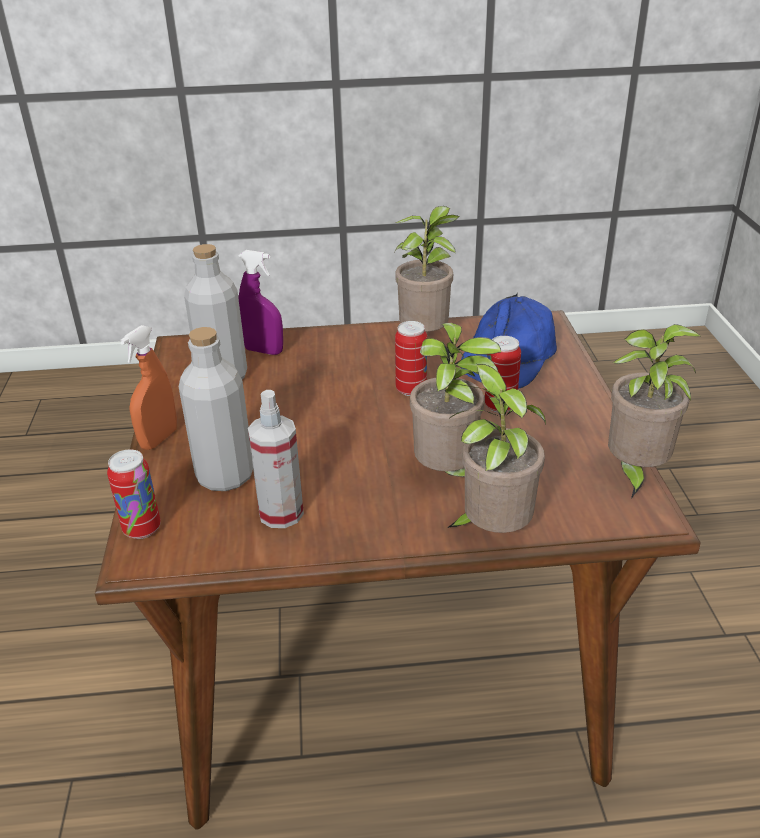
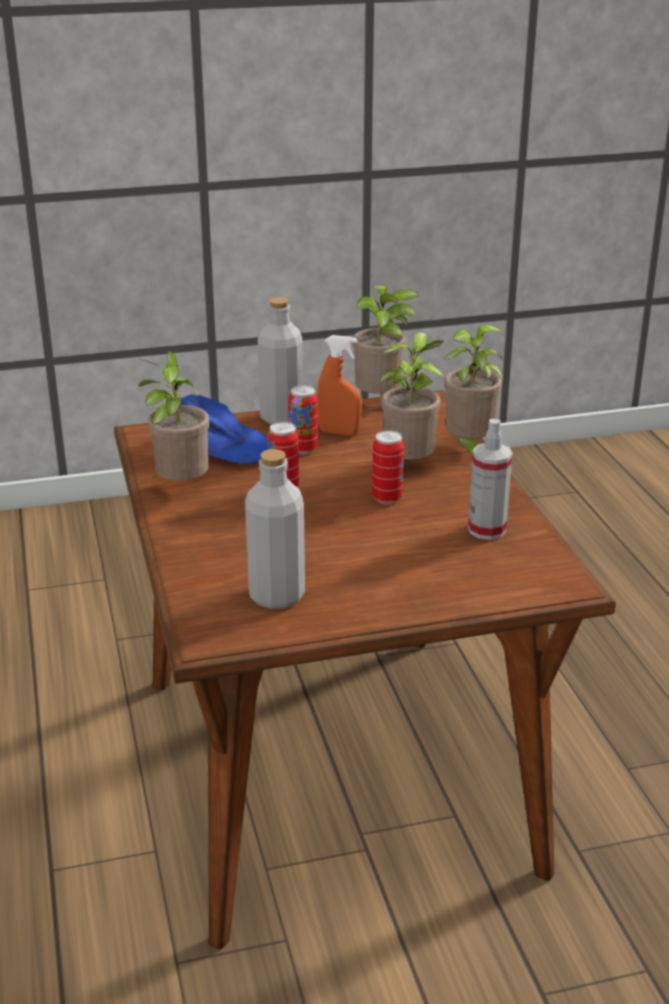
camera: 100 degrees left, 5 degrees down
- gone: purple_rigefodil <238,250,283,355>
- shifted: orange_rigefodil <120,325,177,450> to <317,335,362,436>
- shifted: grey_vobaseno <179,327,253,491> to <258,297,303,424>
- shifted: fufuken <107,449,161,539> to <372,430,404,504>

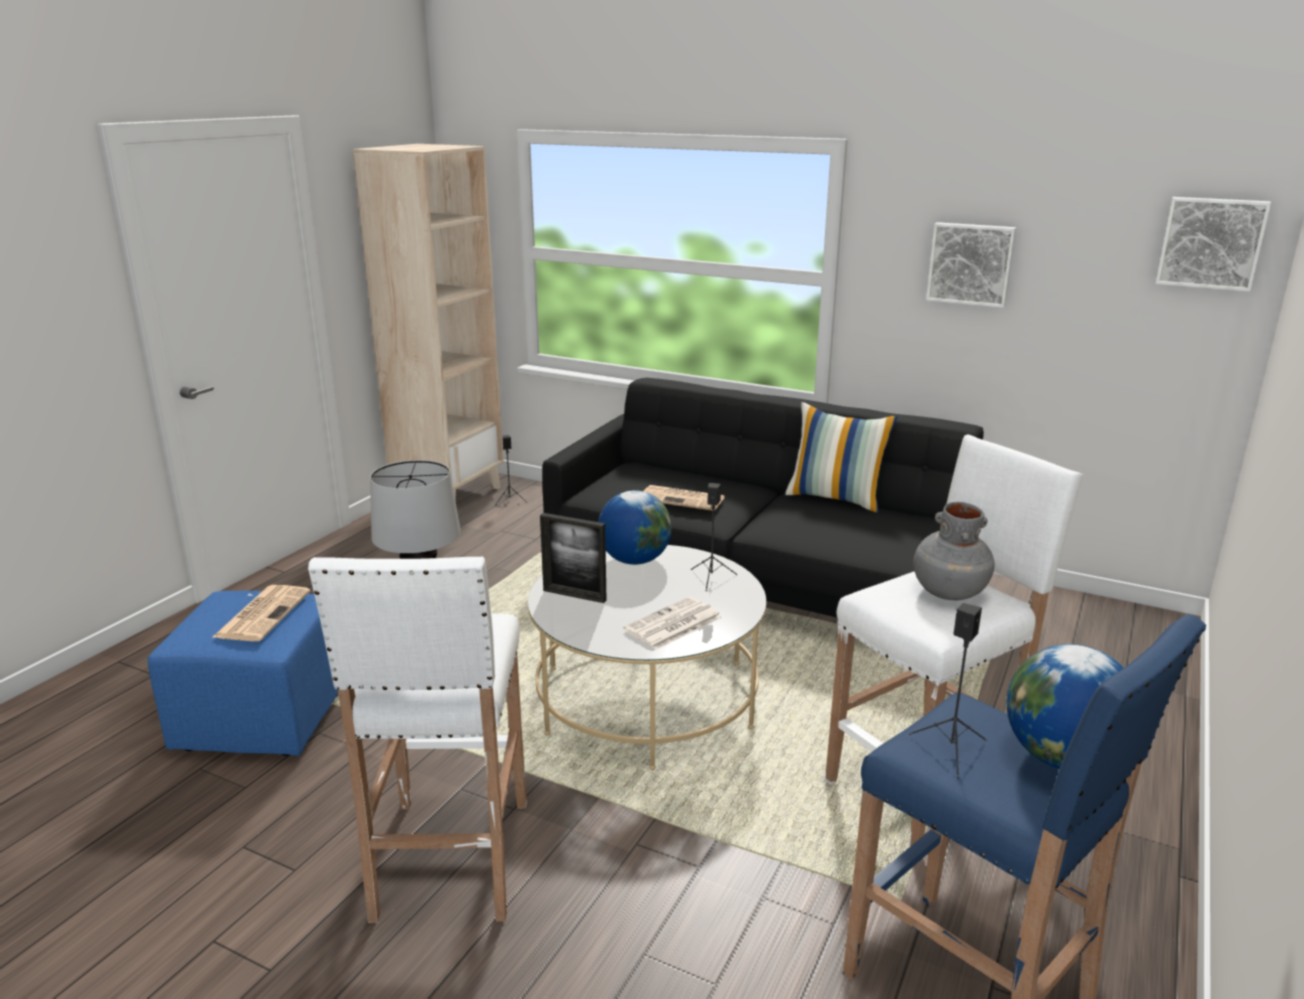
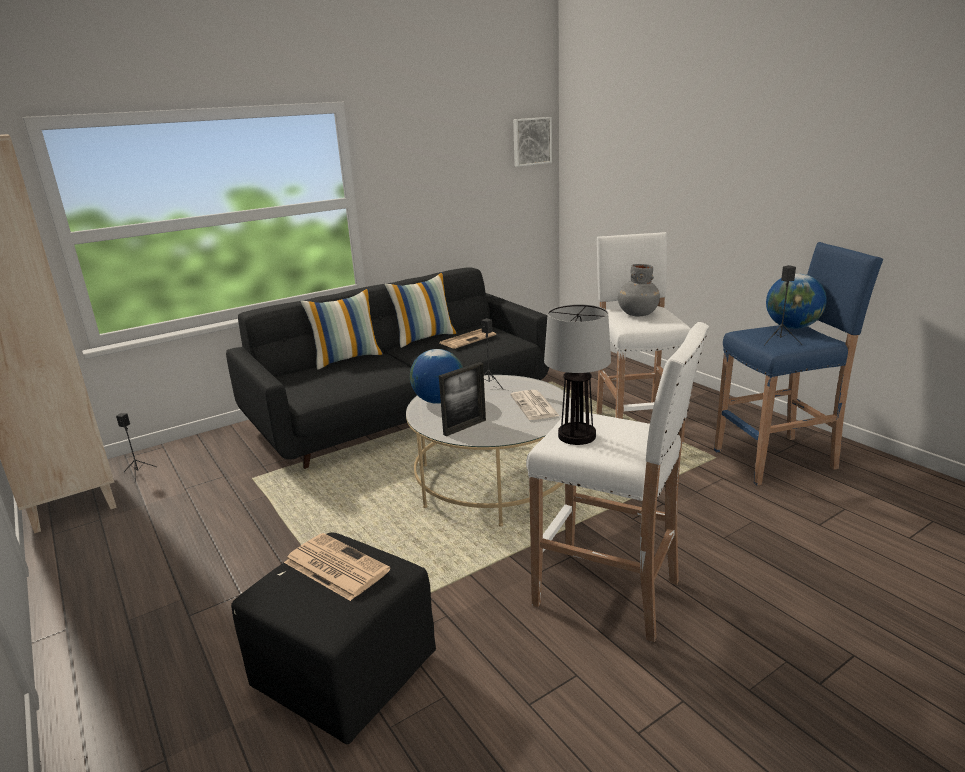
camera: 60 degrees left, 0 degrees up
- gone: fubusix <926,222,1016,308>
- shifted: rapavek <643,485,725,511> to <440,328,496,349>
- repainted: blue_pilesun <148,591,338,756> to black_pilesun <231,532,436,744>
- new: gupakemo <301,289,383,370>

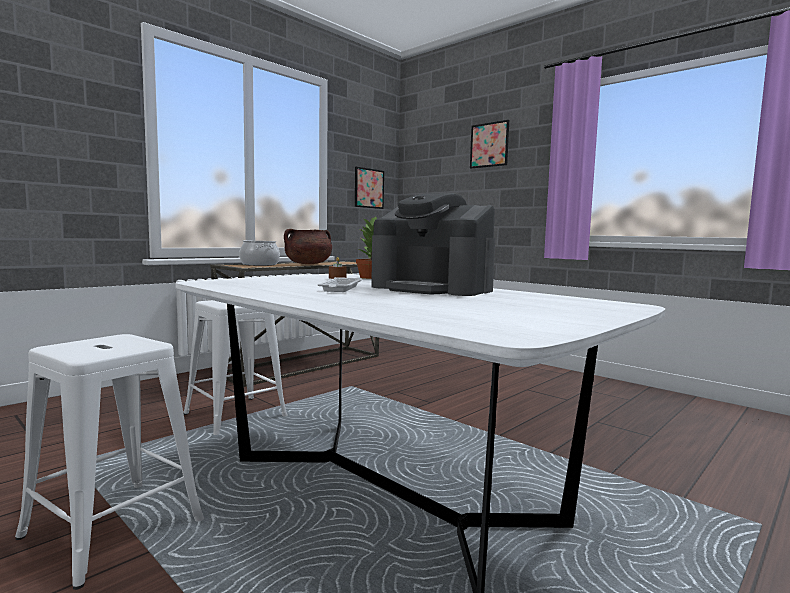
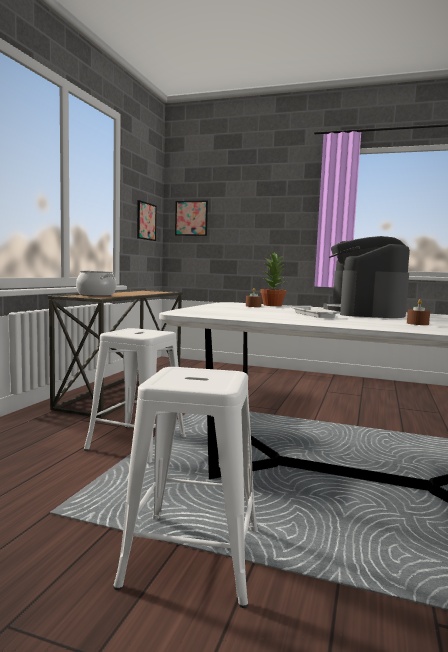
camera: 25 degrees left, 0 degrees up
- shifted: fubusix <470,120,509,168> to <175,201,208,236>
- rotated: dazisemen <371,193,495,296> = <323,236,410,318> 90 degrees clockwise
- gone: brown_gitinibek <284,229,332,264>
- new: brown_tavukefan <407,299,430,325>

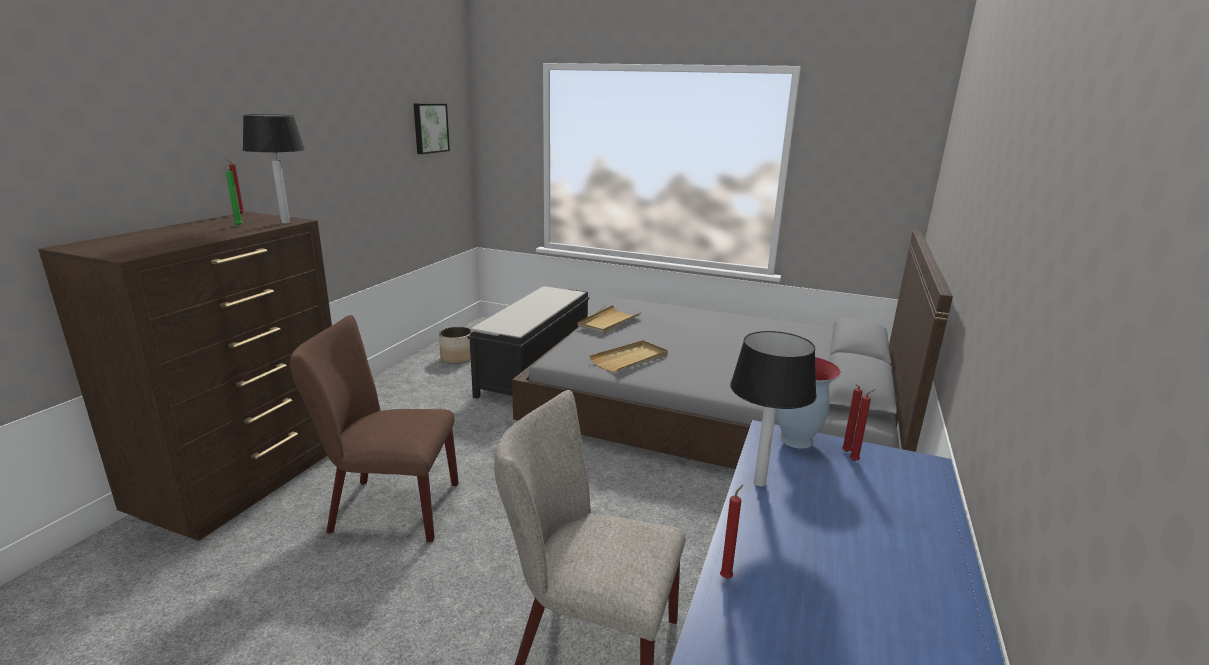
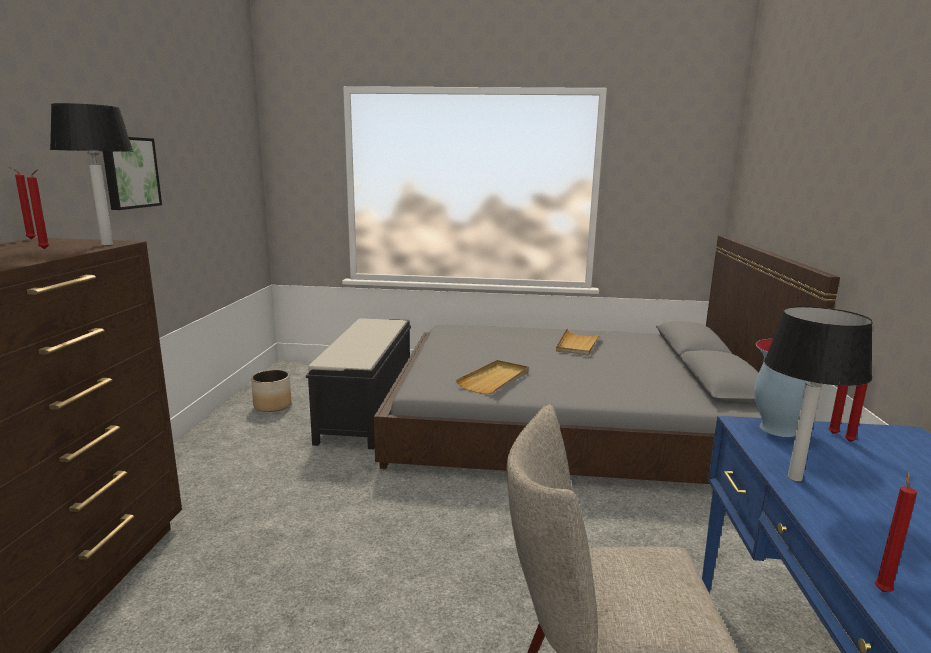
camera: 15 degrees left, 5 degrees down
- shifted: fubusix <413,103,450,154> to <103,137,162,210>
- repainted: green_tavukefan <226,166,242,225> to red_tavukefan <27,169,50,249>
- shifted: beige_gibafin <578,305,641,334> to <556,329,602,356>
- gone: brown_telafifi <290,315,459,542>

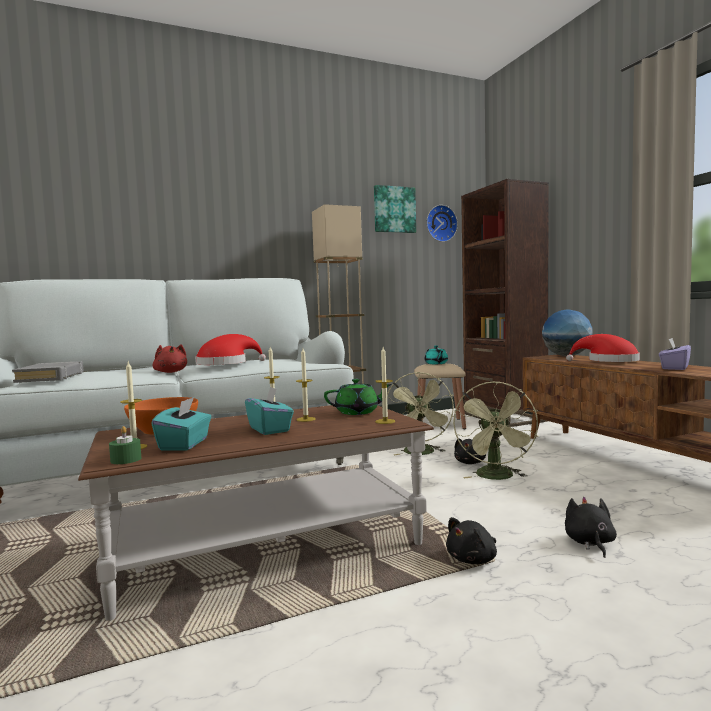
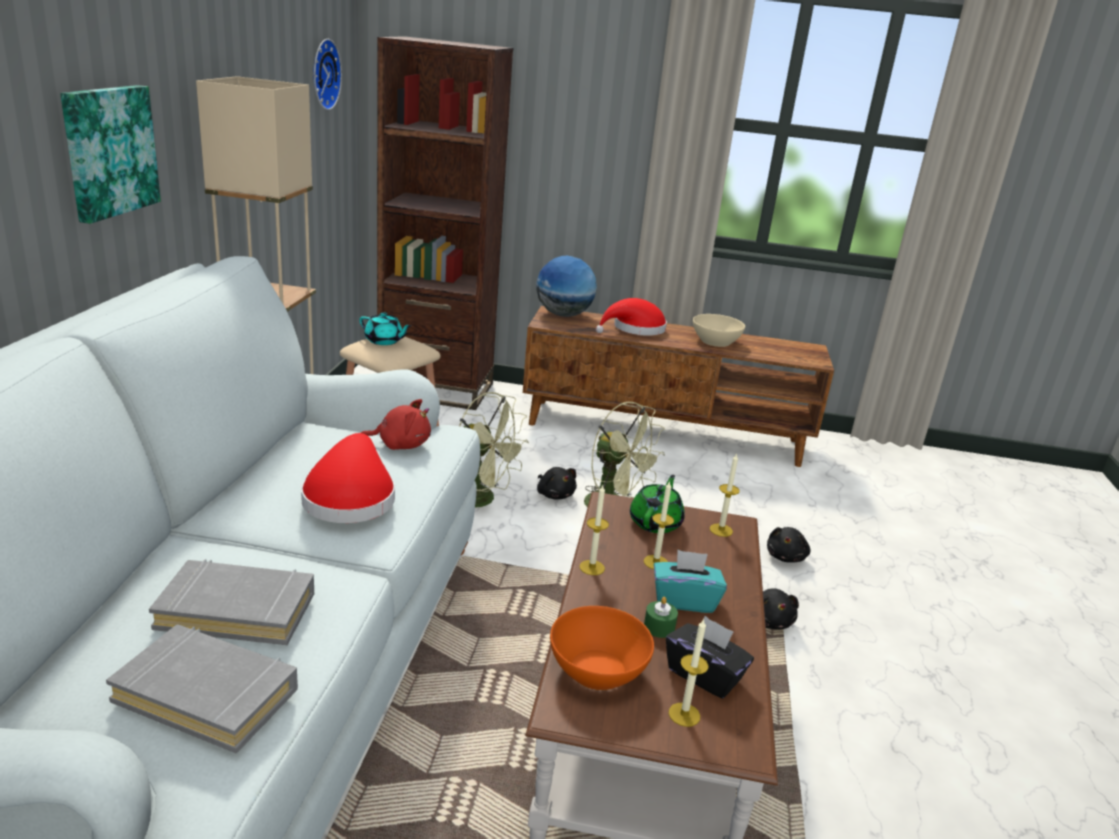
camera: 60 degrees left, 20 degrees up
- shifted: fubusix <374,185,416,233> to <60,85,161,224>
- swapped: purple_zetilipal <659,338,691,370> to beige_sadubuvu <693,314,745,347>
- shifted: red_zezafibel <152,344,187,373> to <360,399,431,450>
- repainted: turquoise_zetilipal <151,397,211,451> to black_zetilipal <666,616,754,698>
- shifted: green_tavukefan <109,426,141,464> to <644,597,678,638>
- rotated: black_zezafibel <565,497,617,558> = <767,527,811,563> 105 degrees counterclockwise
- new: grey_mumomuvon <149,559,314,645>

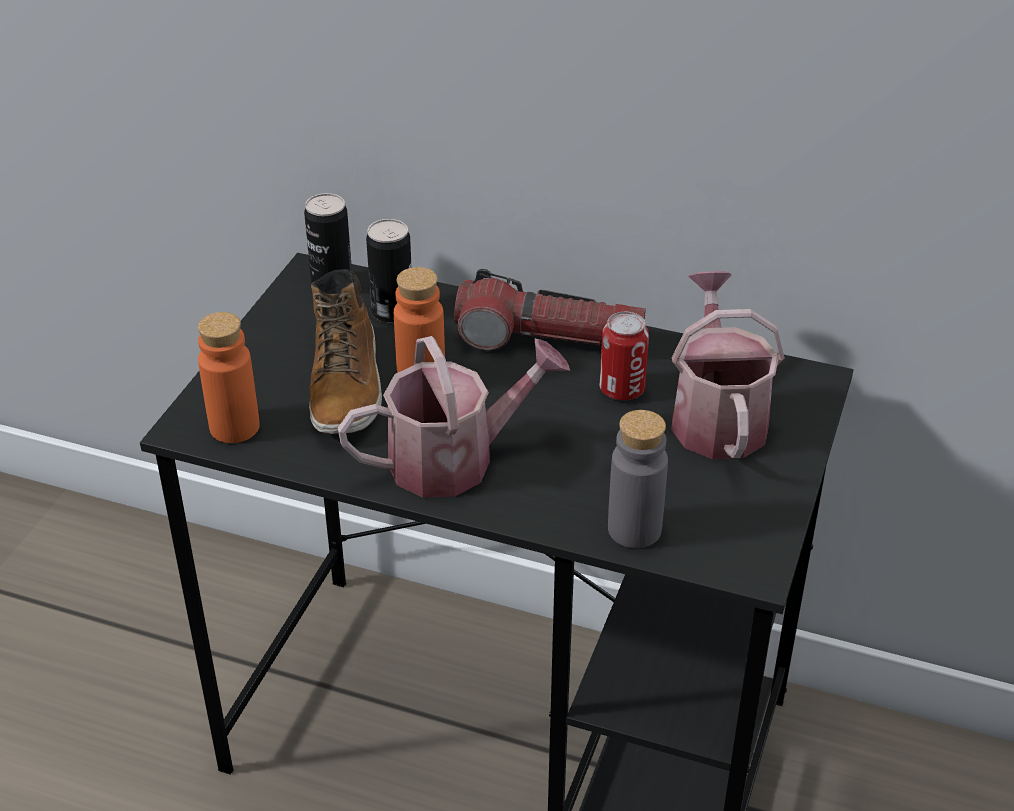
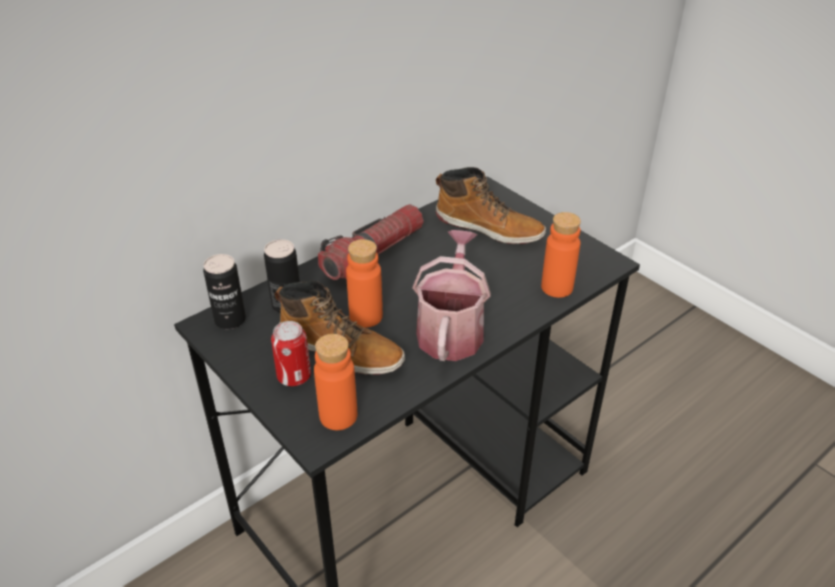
camera: 60 degrees left, 0 degrees up
- swapped: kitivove <671,271,785,459> to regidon <436,167,546,244>
- shifted: fufuken <600,312,649,400> to <271,321,311,386>
- repainted: grey_vobaseno <608,410,668,548> to orange_vobaseno <541,212,581,298>

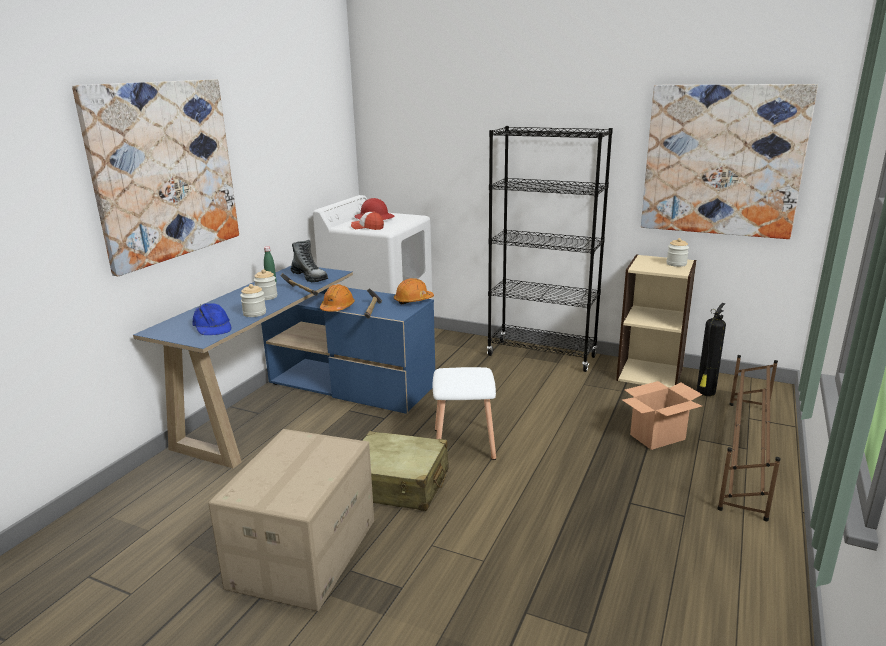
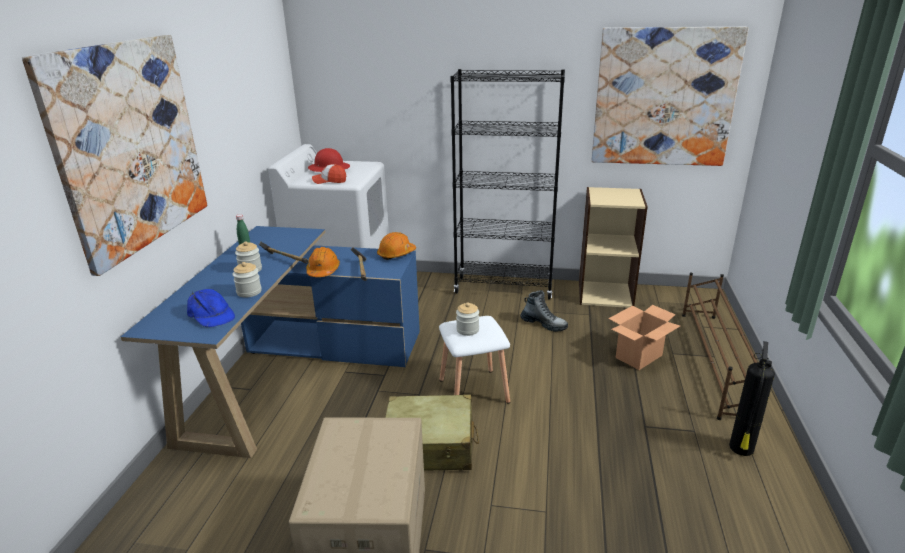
camera: 15 degrees left, 5 degrees up
- shifted: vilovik <666,238,689,267> to <456,303,479,336>
- shifted: regidon <291,240,328,282> to <520,290,568,332>
- shifted: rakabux <697,303,726,396> to <729,341,775,456>

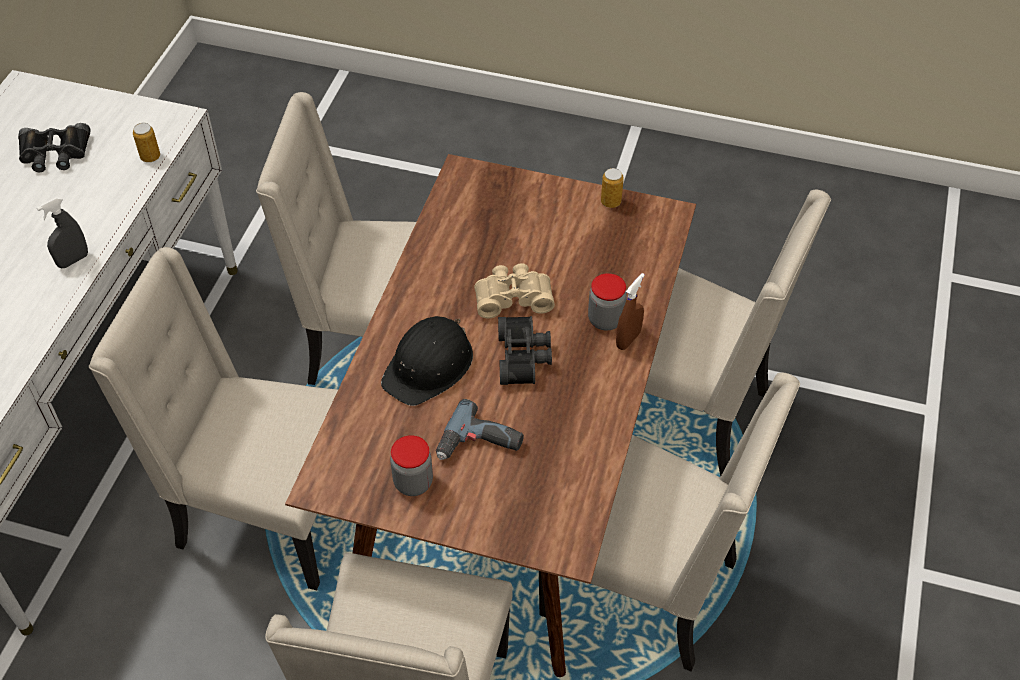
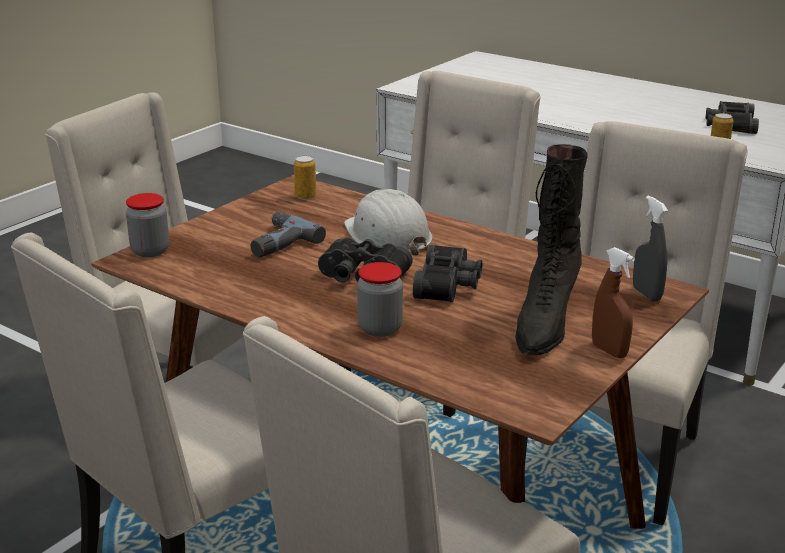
camera: 110 degrees right, 25 degrees down
- shifted: fufuken <601,168,624,208> to <294,156,316,200>
- shifted: grey_rigefodil <37,197,88,269> to <633,196,668,302>
- repainted: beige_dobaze <474,263,555,318> to black_dobaze <413,245,482,302>
- shifted: brown_rigefodil <616,273,645,350> to <592,247,635,358>
- repainted: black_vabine <381,316,473,406> to white_vabine <344,189,433,256>
- shifted: vilovik <390,435,433,496> to <126,193,169,257>
- new: black_regidon <515,144,588,355>

